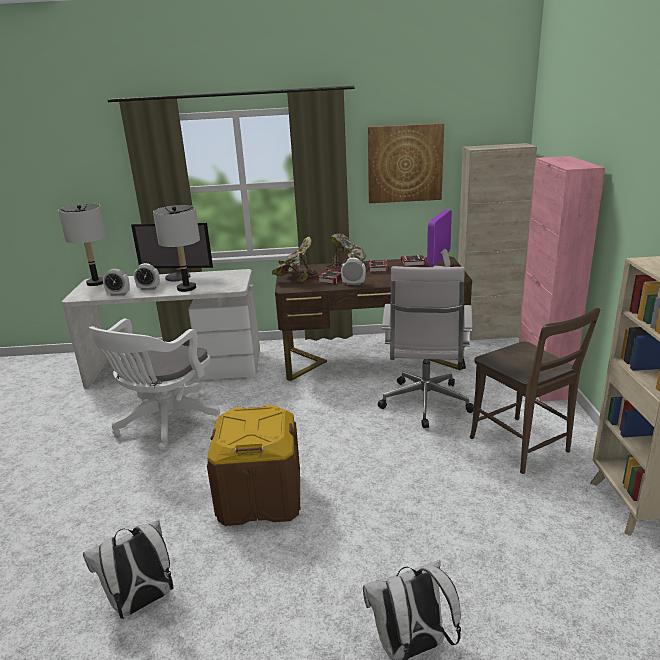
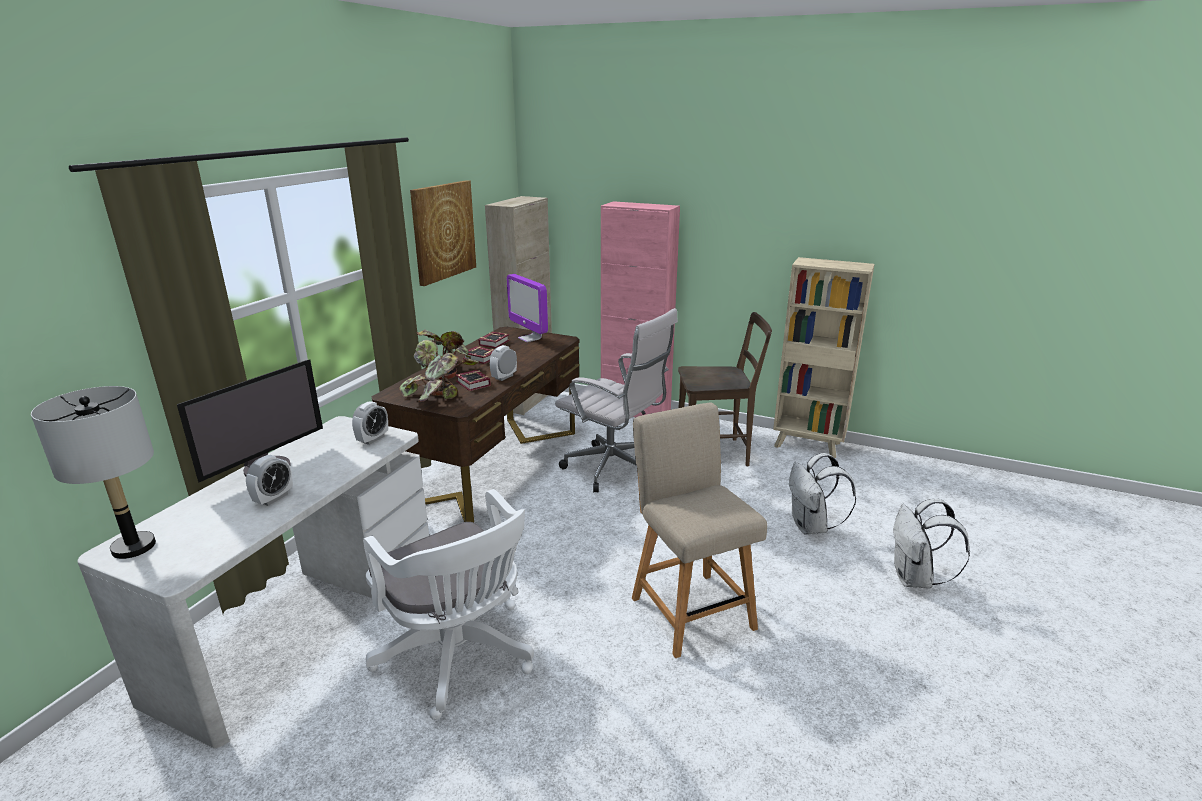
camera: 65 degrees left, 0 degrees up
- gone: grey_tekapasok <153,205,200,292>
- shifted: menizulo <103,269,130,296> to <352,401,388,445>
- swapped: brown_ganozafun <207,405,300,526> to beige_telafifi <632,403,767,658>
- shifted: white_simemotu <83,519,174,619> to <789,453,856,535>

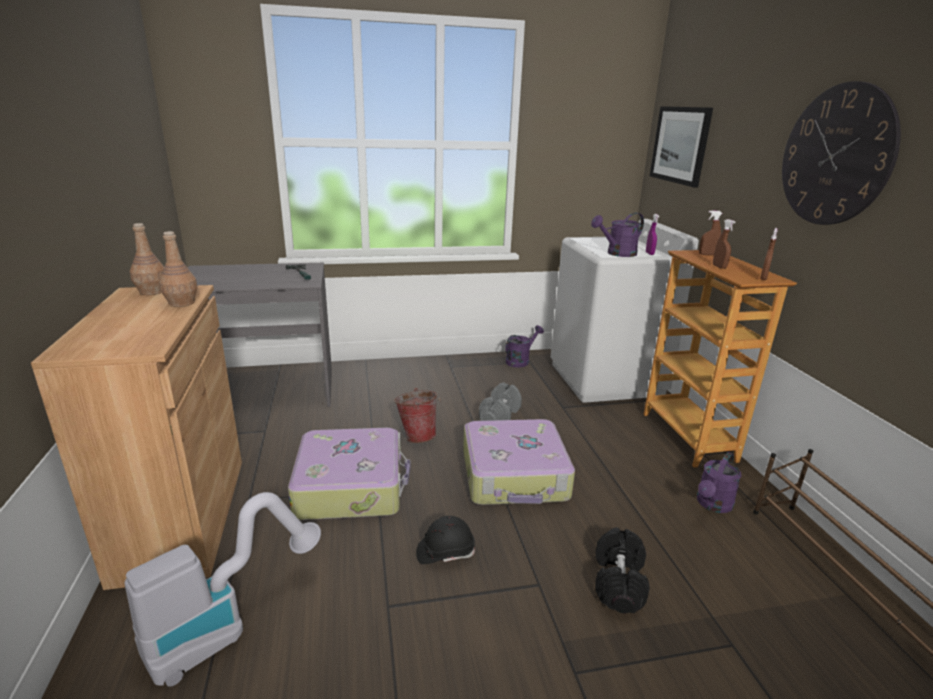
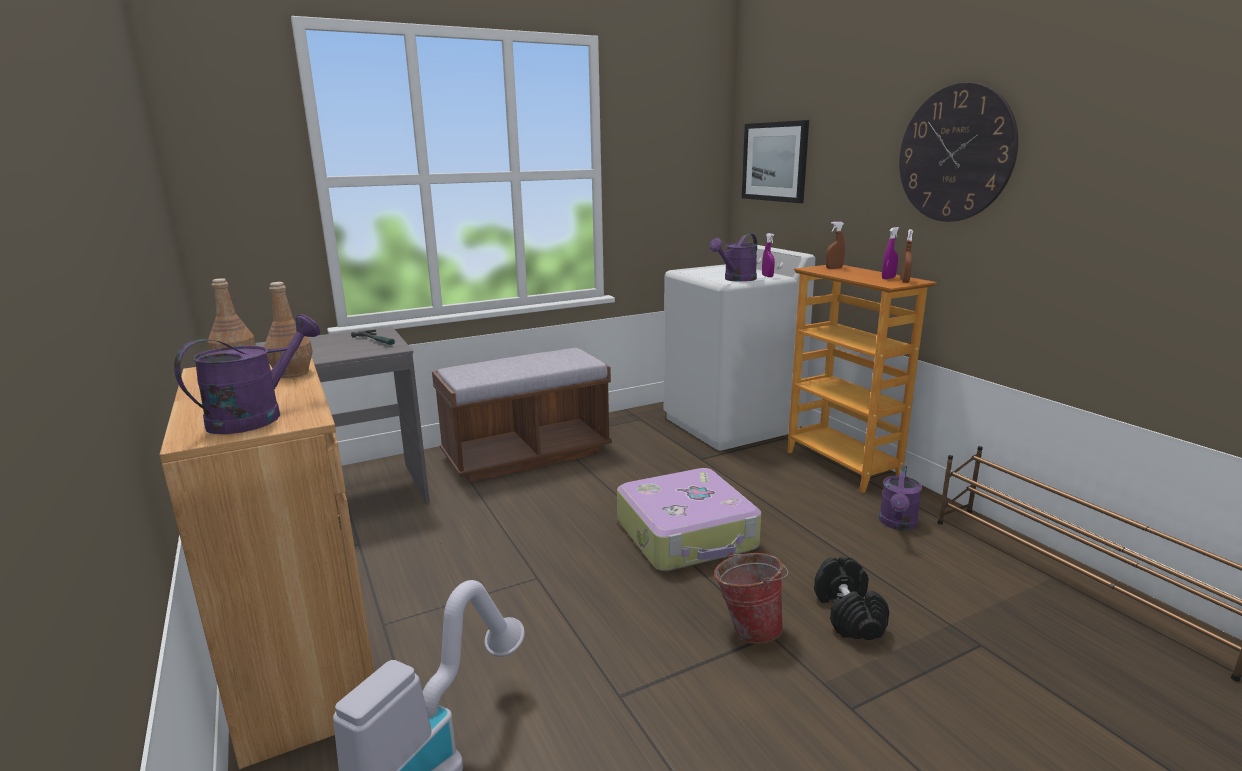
camera: 15 degrees left, 5 degrees down
- gone: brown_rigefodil <713,219,735,269>
- shifted: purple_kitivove <506,325,544,367> to <174,314,321,434>
- gone: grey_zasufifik <479,382,522,421>
- shifted: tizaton <394,388,441,443> to <714,552,789,644>
- gone: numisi <288,428,411,520>
- gone: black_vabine <416,516,475,564>
- new: purple_rigefodil <882,227,899,279>
- new: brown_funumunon <432,348,612,483>

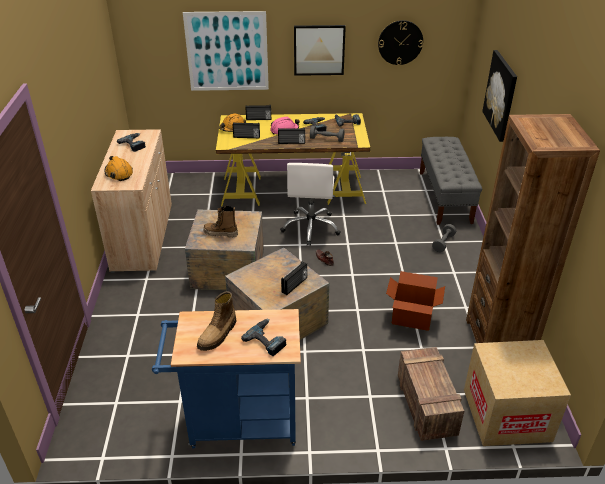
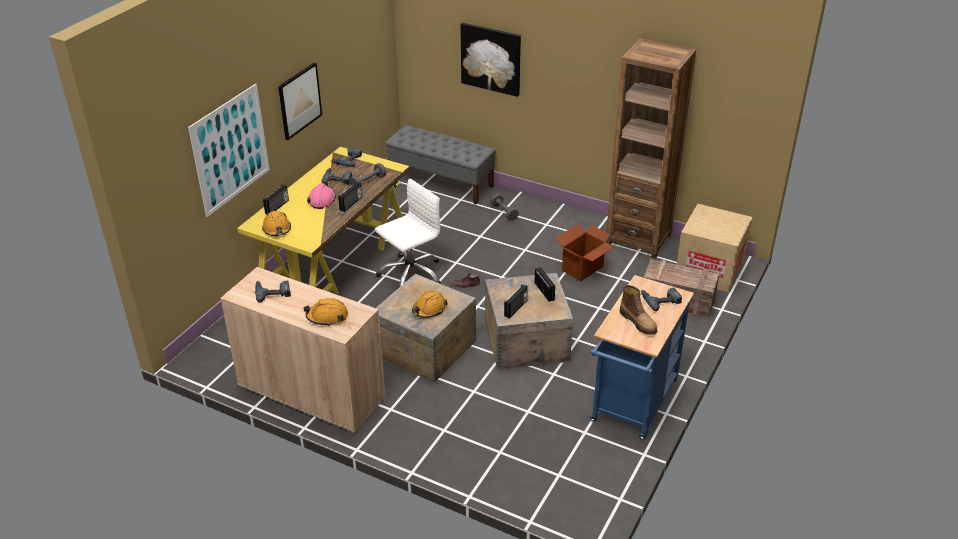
camera: 60 degrees left, 0 degrees up
- gone: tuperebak <378,20,423,65>
- shifted: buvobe <233,122,260,138> to <504,284,528,319>
- rotated: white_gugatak <280,163,341,246> = <375,179,441,287> 75 degrees counterclockwise
- swapped: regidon <203,206,238,238> to orange_vabine <412,291,448,318>

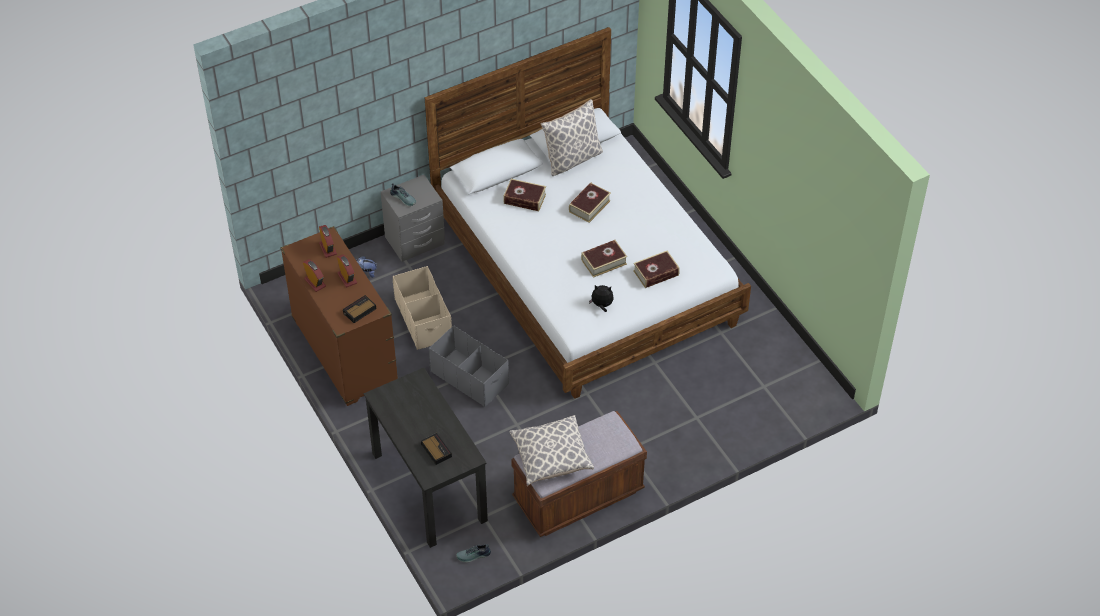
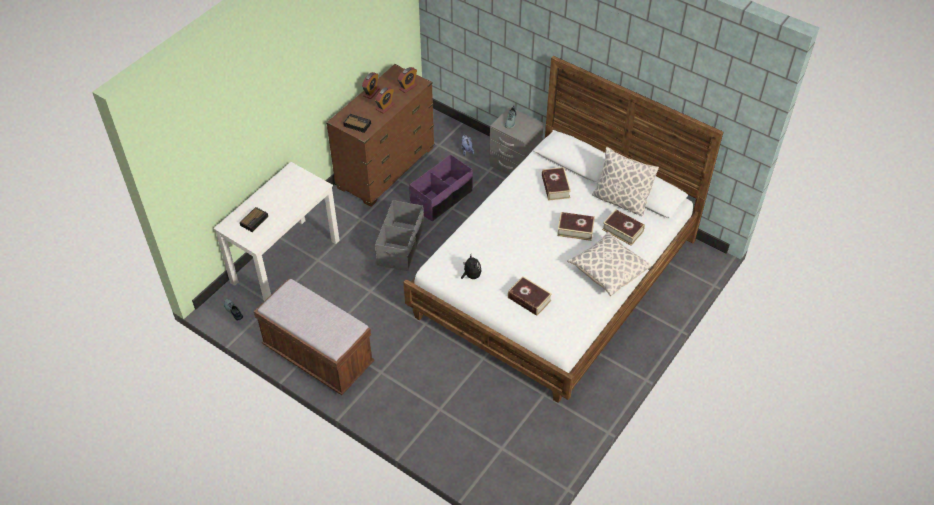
camera: 65 degrees right, 0 degrees up
- shifted: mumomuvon <581,240,627,278> to <602,209,645,246>
- repainted: beige_ganozafun <393,266,452,350> to purple_ganozafun <409,154,473,222>
- repainted: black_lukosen <364,368,488,548> to white_lukosen <213,162,340,301>
- shifted: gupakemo <510,415,594,486> to <567,232,651,297>

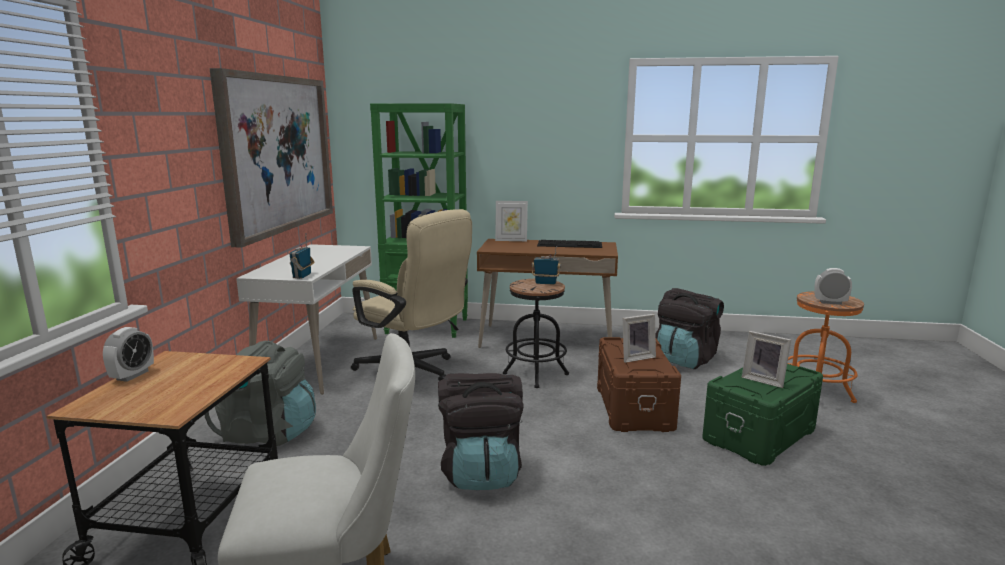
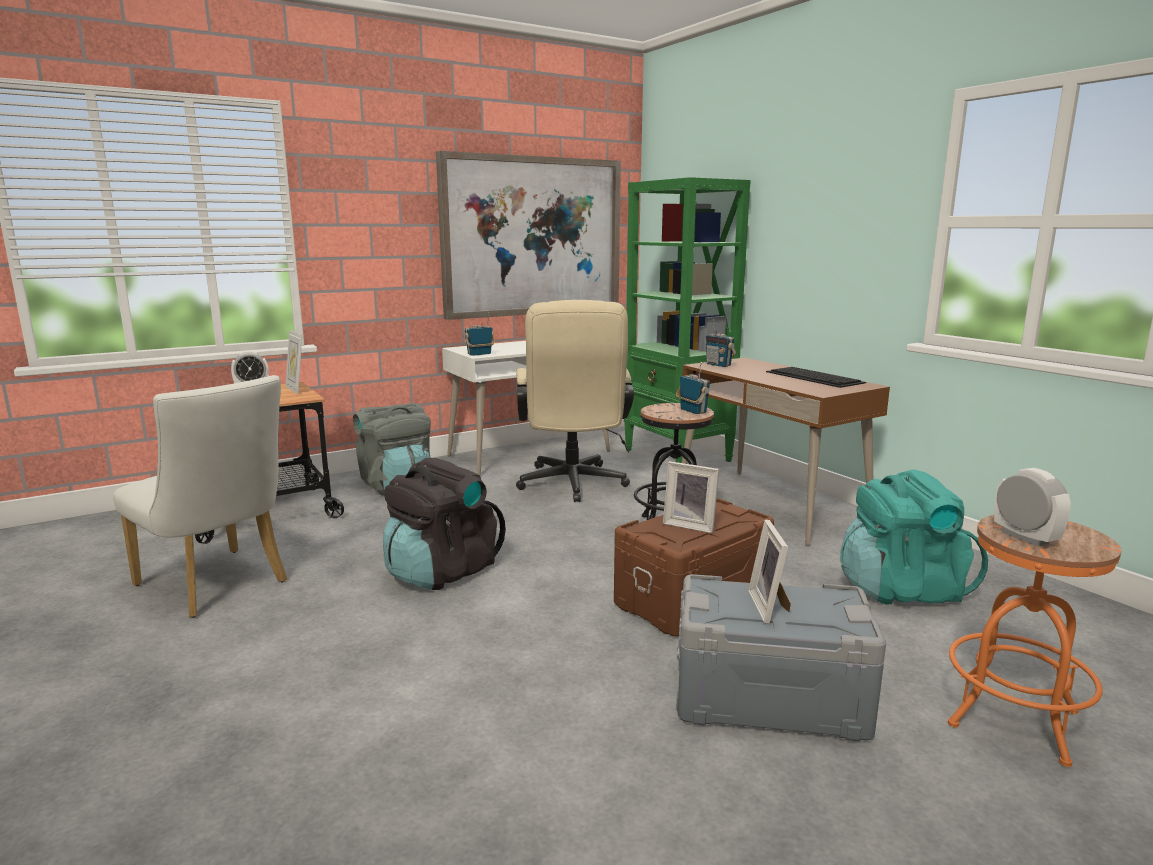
camera: 50 degrees right, 0 degrees up
- shifted: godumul <495,201,528,241> to <286,330,302,394>
- repainted: black_simemotu <655,288,724,369> to turquoise_simemotu <840,469,988,605>
- repainted: green_ganozafun <702,364,823,466> to grey_ganozafun <676,574,886,741>
- new: buvobe <705,319,736,367>

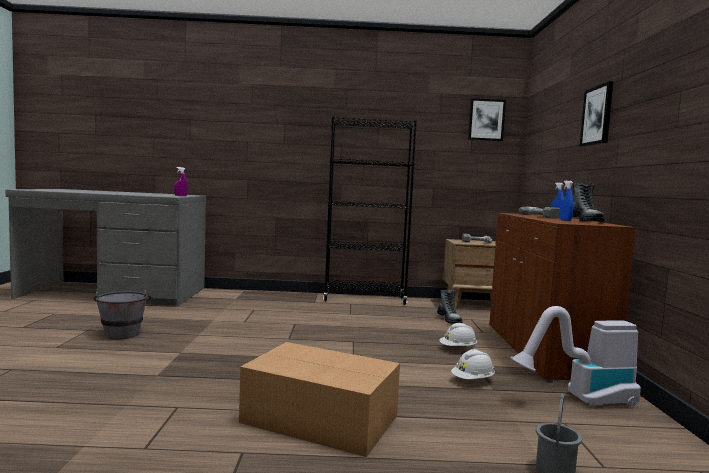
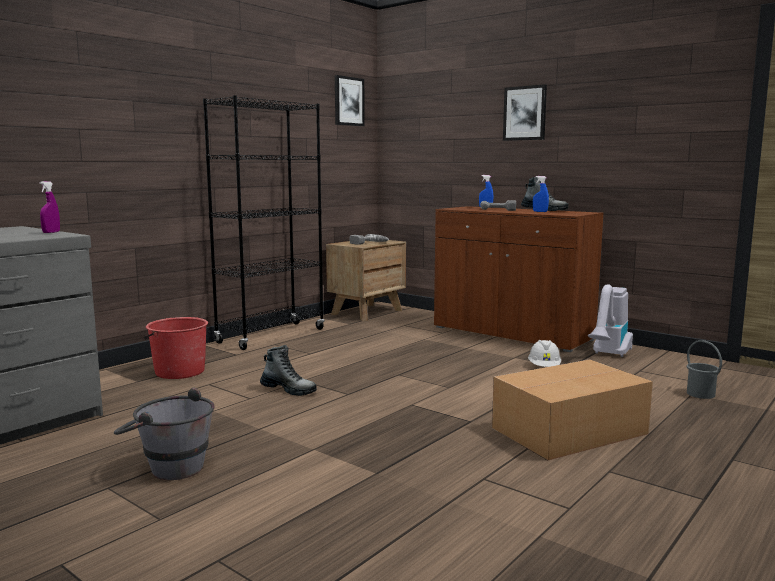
camera: 50 degrees left, 5 degrees up
- shifted: regidon <437,290,463,323> to <260,345,317,396>
- gone: white_vabine <439,323,477,348>
- new: red_tizaton <144,317,208,379>

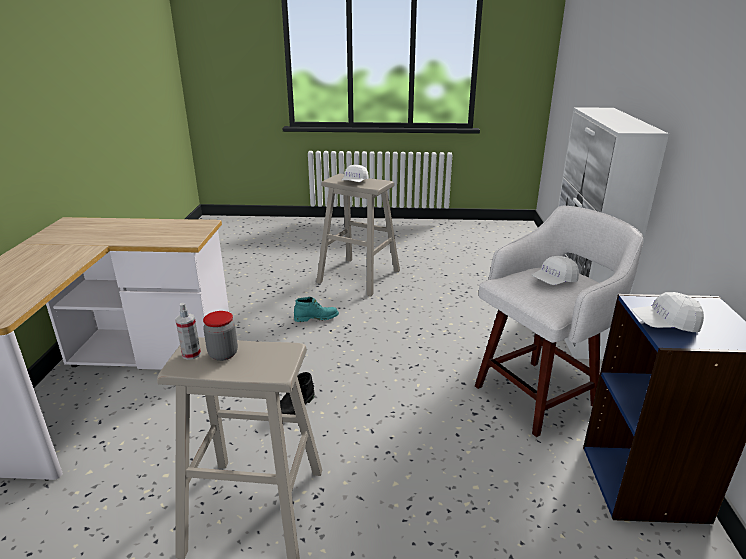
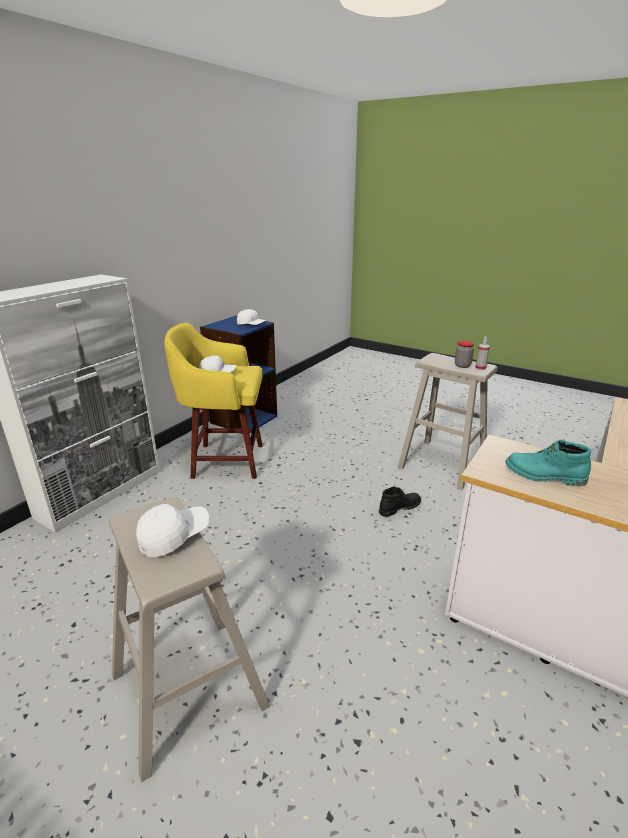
camera: 150 degrees left, 0 degrees up
- repainted: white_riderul <475,206,643,437> to yellow_riderul <164,323,263,479>
- shifted: turquoise_regidon <294,297,339,322> to <505,440,591,486>

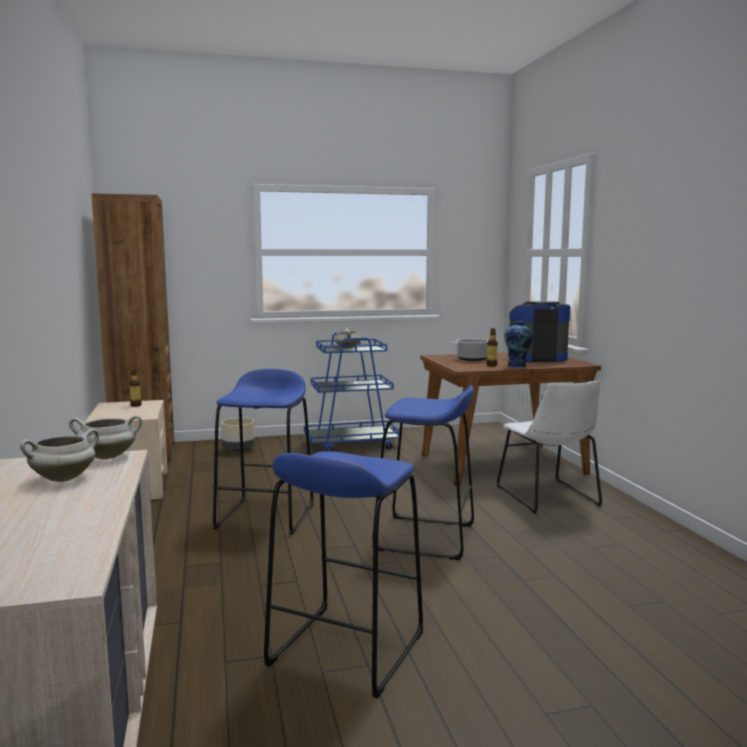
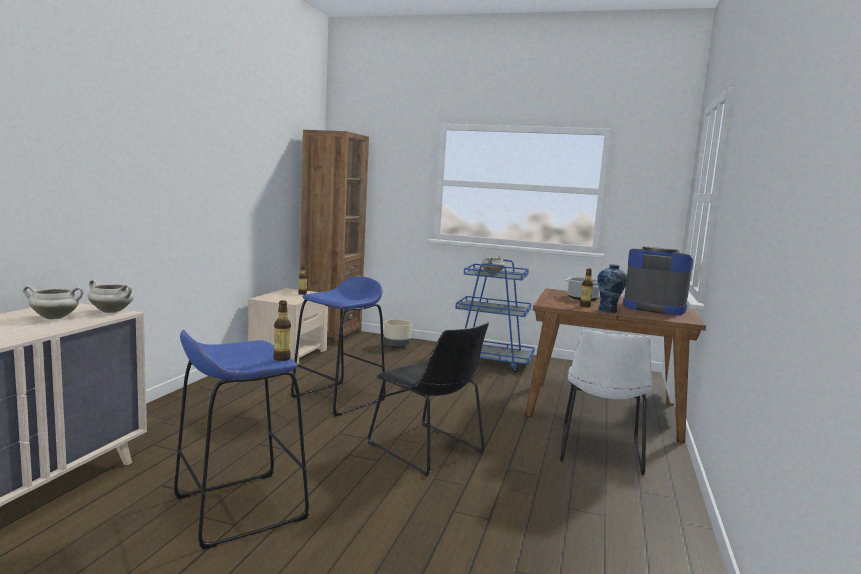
camera: 30 degrees right, 0 degrees up
- swapped: blue_riderul <372,385,474,560> to black_telafifi <367,322,489,476>
- new: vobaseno <273,300,291,361>

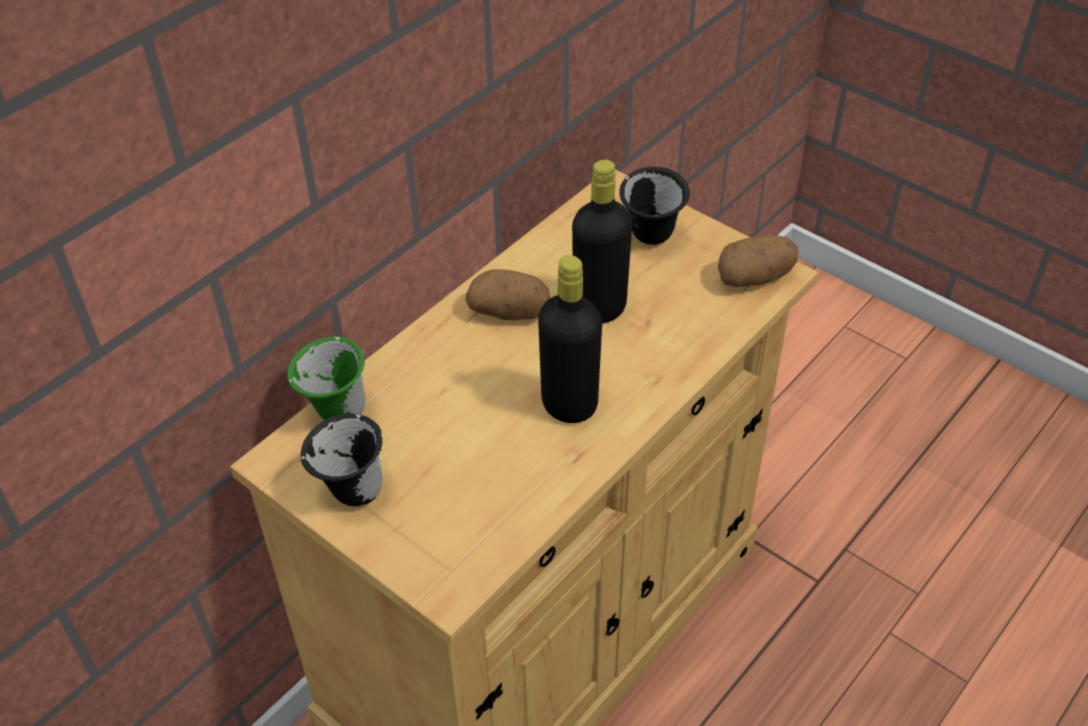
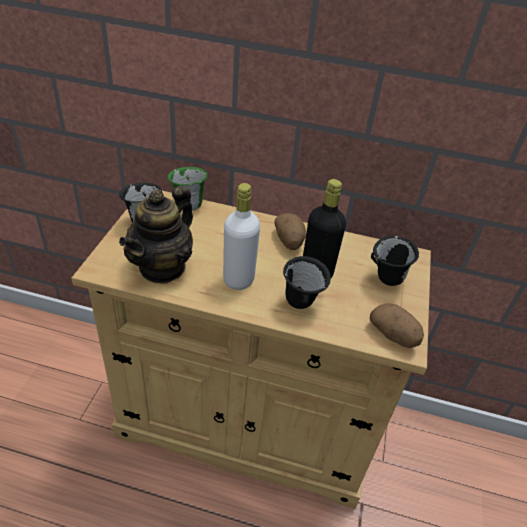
camera: 60 degrees right, 5 degrees down
- repainted: black_vobaseno <538,255,602,423> to white_vobaseno <223,183,260,290>
- new: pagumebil <119,186,193,284>
- new: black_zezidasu <283,256,331,309>

